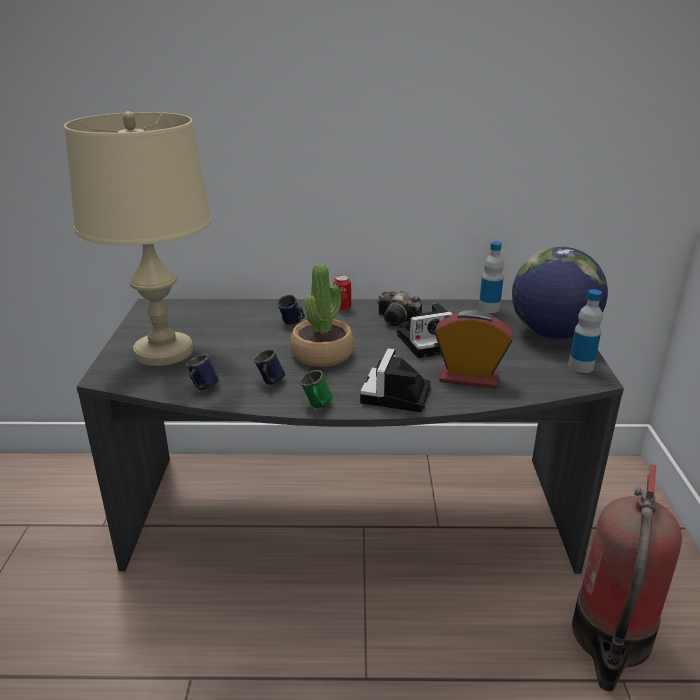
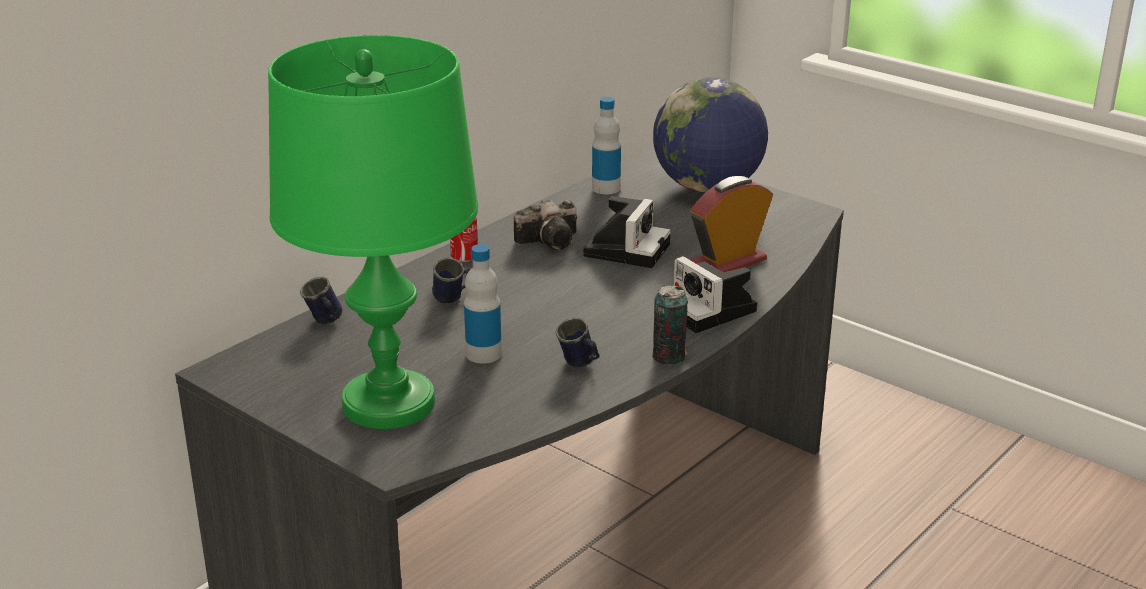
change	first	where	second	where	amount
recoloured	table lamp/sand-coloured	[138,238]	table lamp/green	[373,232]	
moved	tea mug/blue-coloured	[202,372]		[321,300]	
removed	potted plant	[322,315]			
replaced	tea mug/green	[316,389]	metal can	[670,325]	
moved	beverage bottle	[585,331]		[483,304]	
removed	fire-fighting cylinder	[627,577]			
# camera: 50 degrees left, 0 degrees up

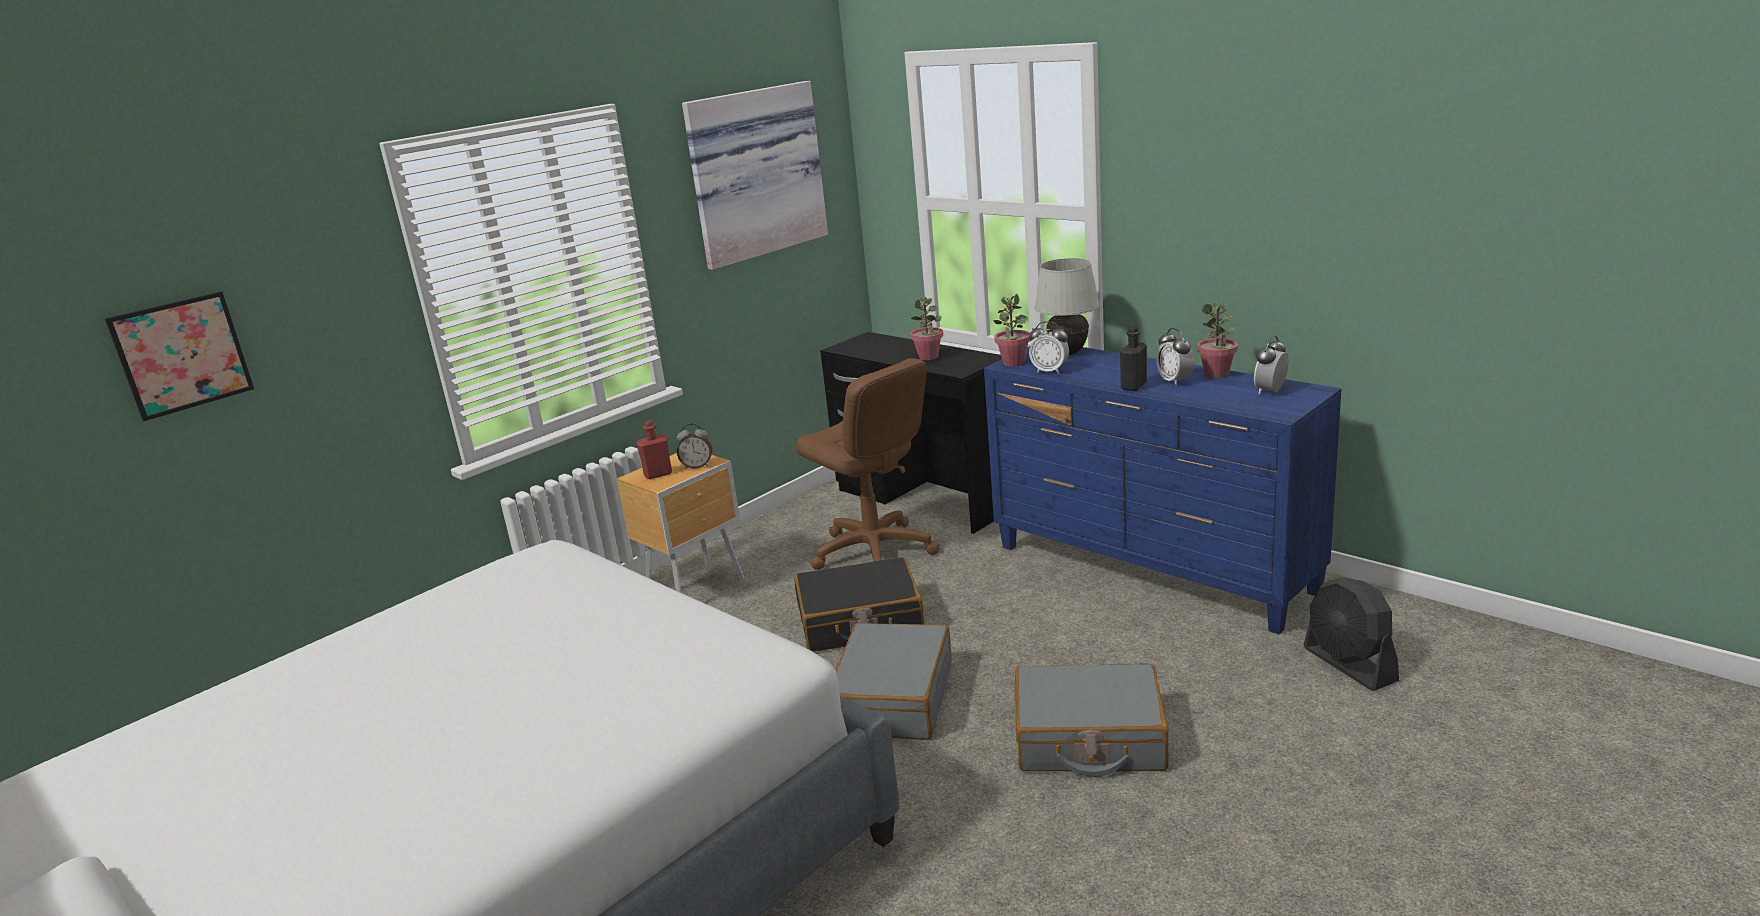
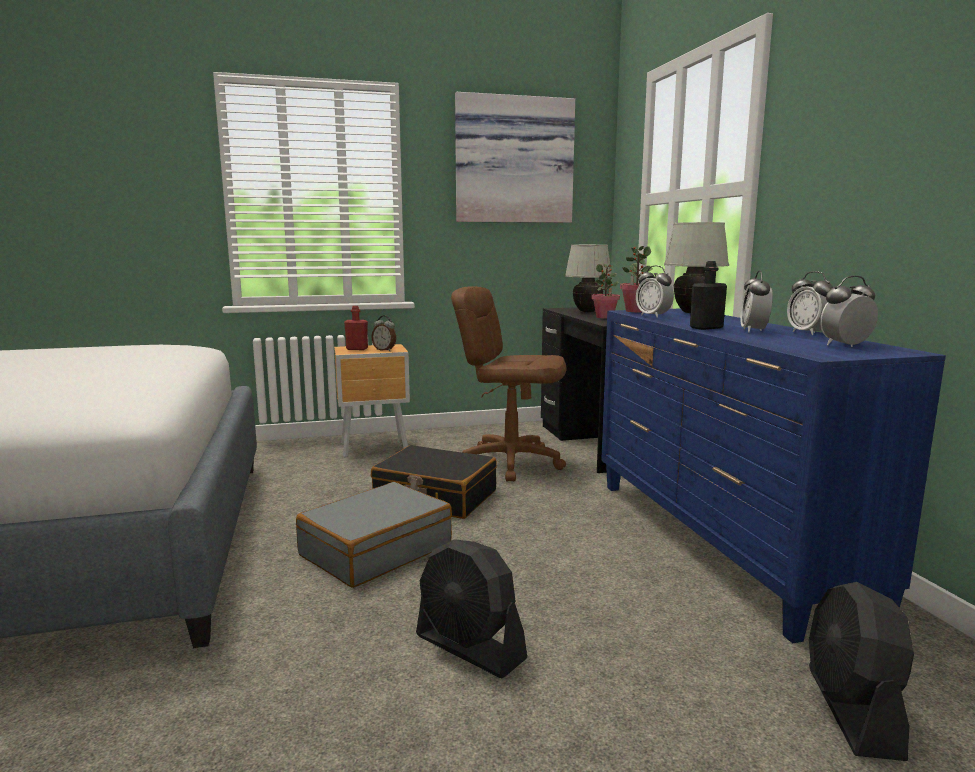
change	first	where	second	where	amount
removed	picture	[179,356]			
turned	computer chair/brown-coloured	[868,464]		[508,384]	120 degrees clockwise
replaced	suitcase/gray	[1091,720]	electric fan/black-coloured	[471,608]	
replaced	potted plant	[1217,340]	bedside clock	[810,303]	
added			table lamp/white-coloured	[588,278]	
# camera: 30 degrees right, 10 degrees down

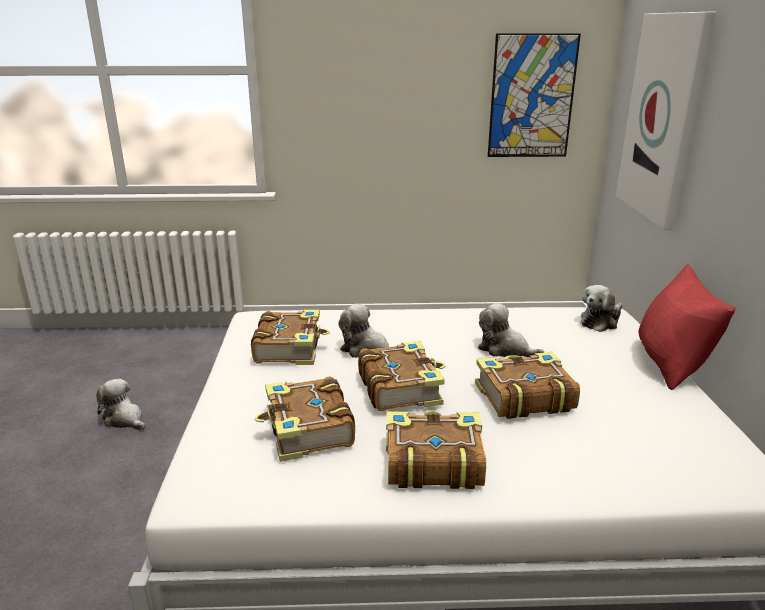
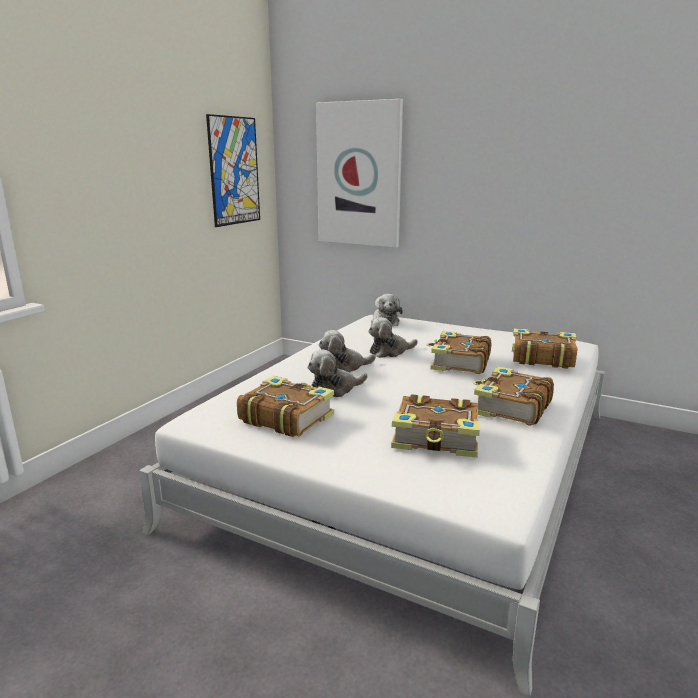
change	first	where	second	where	amount
moved	plush toy	[120,404]		[347,351]	
moved	bound book	[401,376]		[544,348]	
removed	cushion/reddish	[686,327]			
# camera: 60 degrees left, 5 degrees down

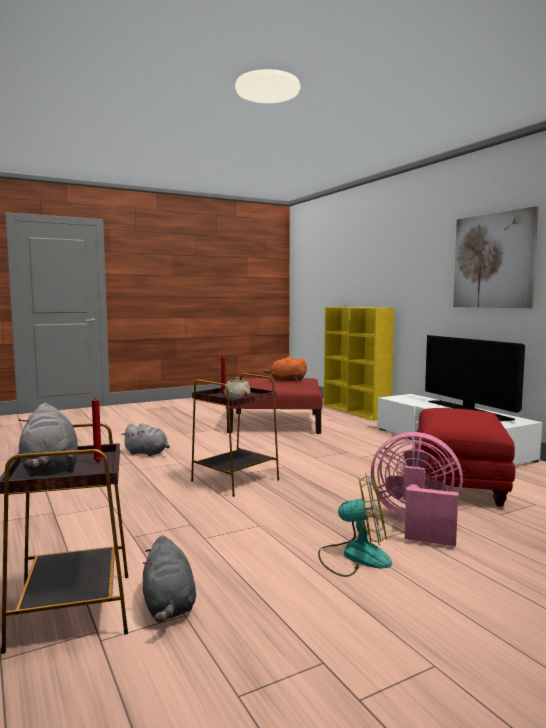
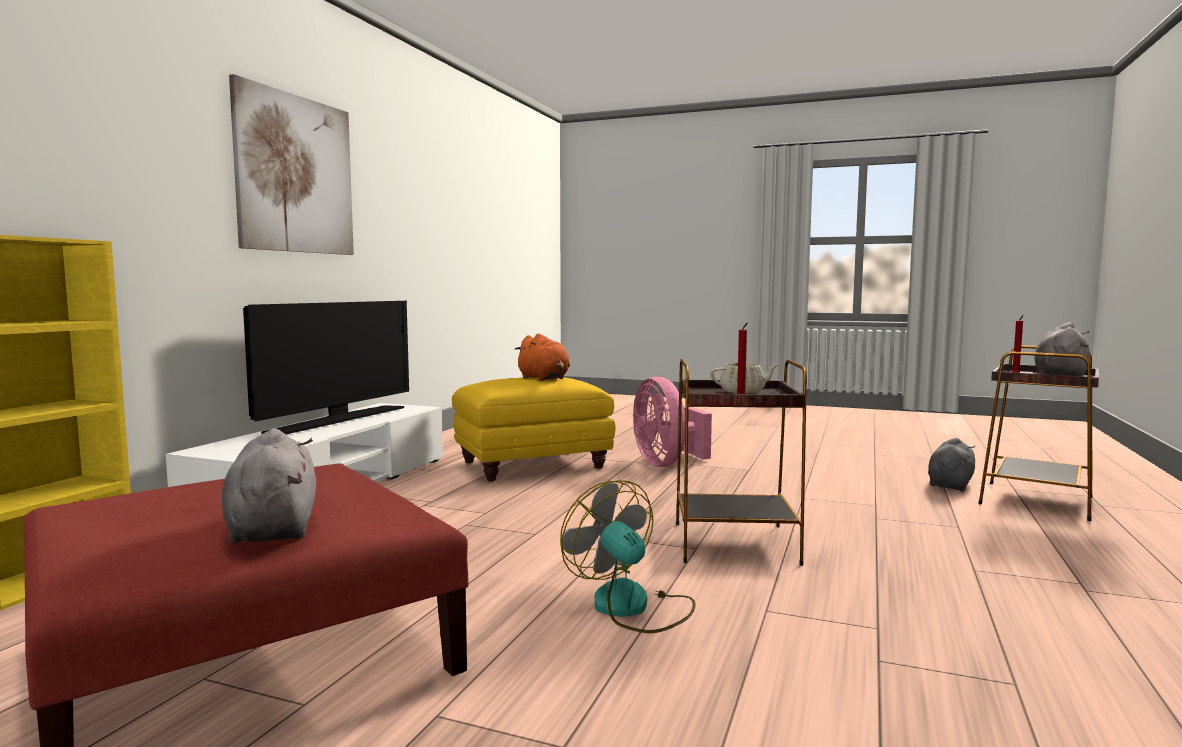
change	first	where	second	where	amount
moved	plush toy/gray	[146,439]		[269,486]	
moved	plush toy/orange-coloured	[285,369]		[542,357]	
moved	electric fan	[355,524]		[628,556]	
recoloured	ottoman/reddish	[465,457]	ottoman/yellow-coloured	[533,429]	
# camera: 130 degrees left, 0 degrees up

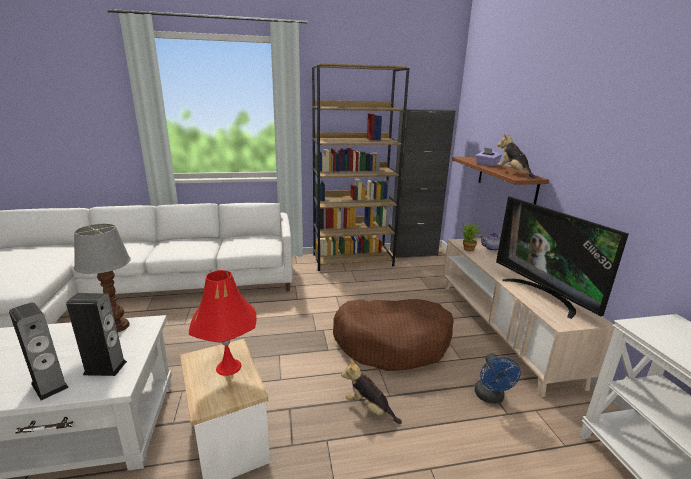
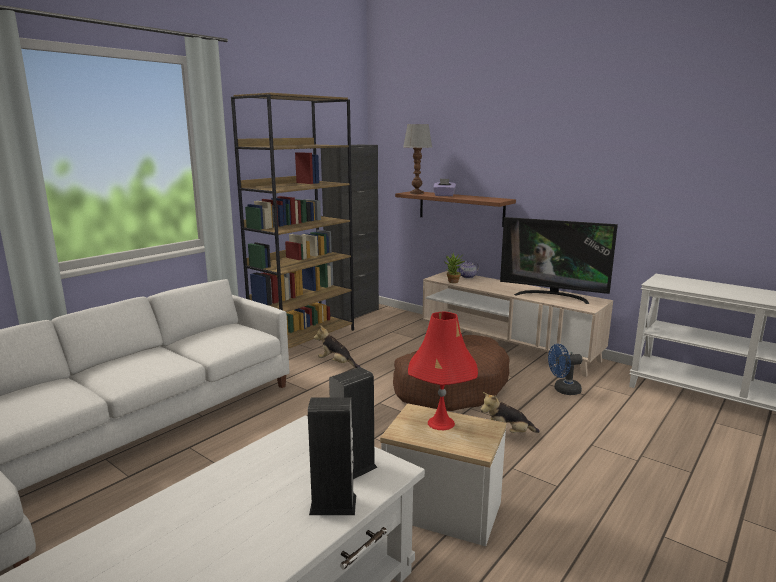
change	first	where	second	where	amount
moved	table lamp	[102,278]		[417,159]	
turned	electric fan/blue-coloured	[497,378]		[565,369]	120 degrees clockwise
moved	plush toy	[516,156]		[337,346]	
# camera: 40 degrees left, 5 degrees down

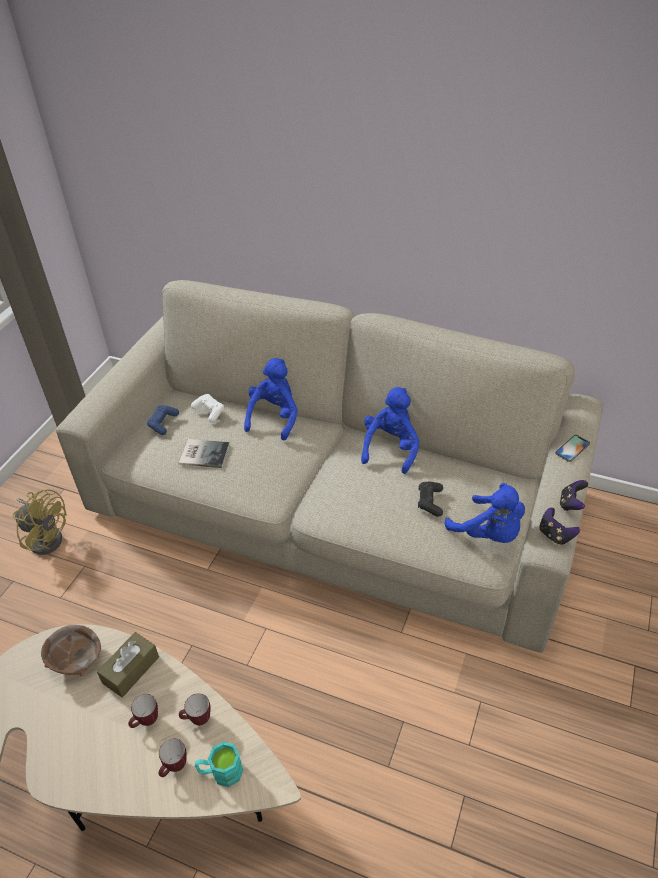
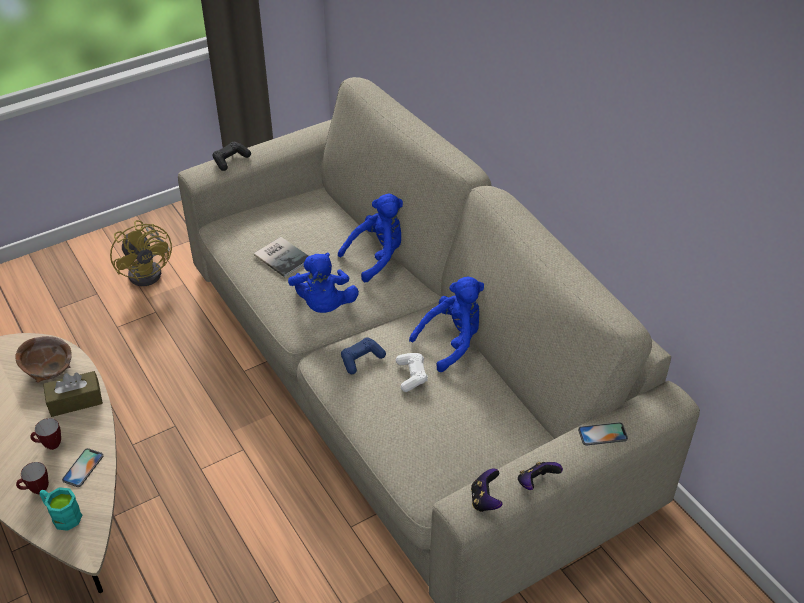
change	first	where	second	where	amount
moved	joypad/blue-coloured	[163,420]		[363,355]	
replaced	tea mug	[195,709]	telephone	[82,467]	
moved	joypad/white-coloured	[207,408]		[412,372]	
moved	joypad/black-coloured	[430,499]		[232,156]	
moved	plush toy/blue-coloured	[485,513]		[323,283]	
# camera: 35 degrees right, 0 degrees up

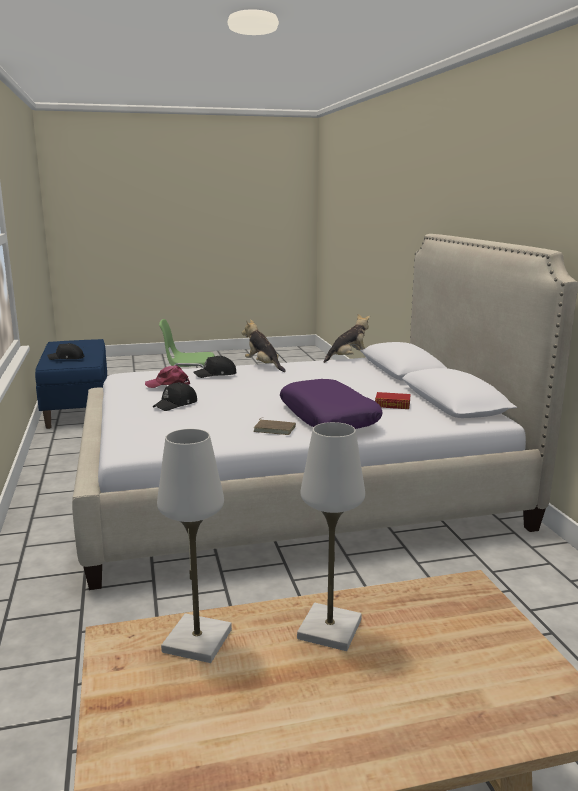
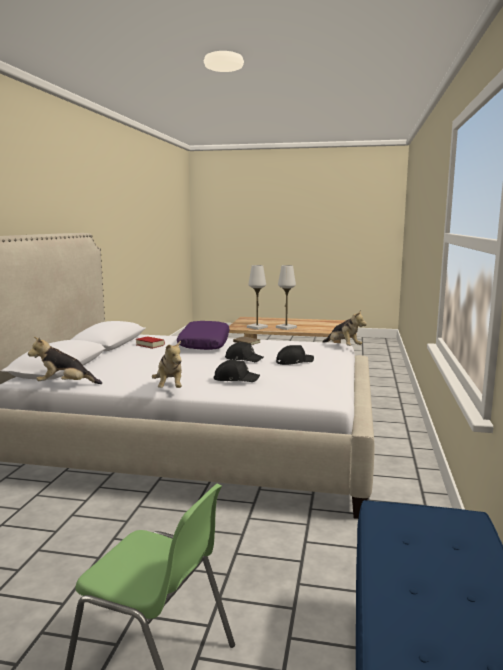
change	first	where	second	where	amount
moved	baseball cap/black-coloured	[65,351]		[244,352]	
removed	baseball cap/pinkish	[167,376]			
moved	table lamp/white-coloured	[194,546]		[257,297]	
added			plush toy	[345,328]	
# camera: 155 degrees left, 5 degrees down

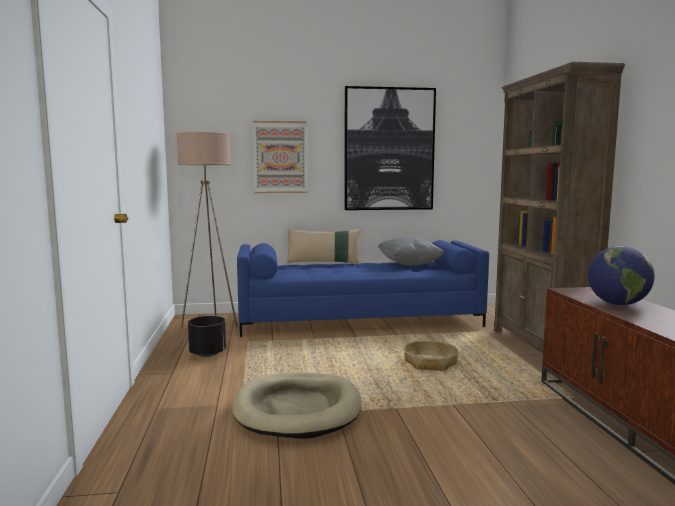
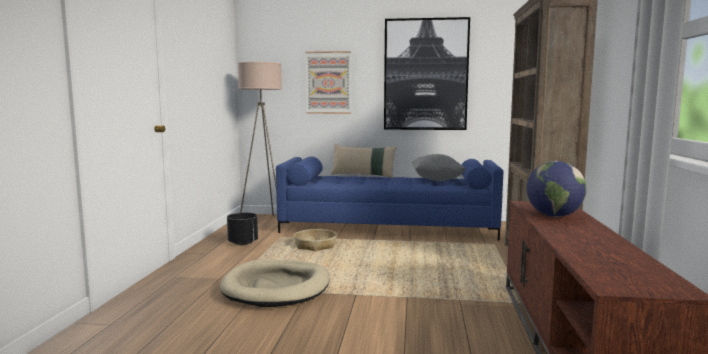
change	first	where	second	where	amount
moved	basket	[431,355]		[315,240]	
# camera: 15 degrees right, 0 degrees up

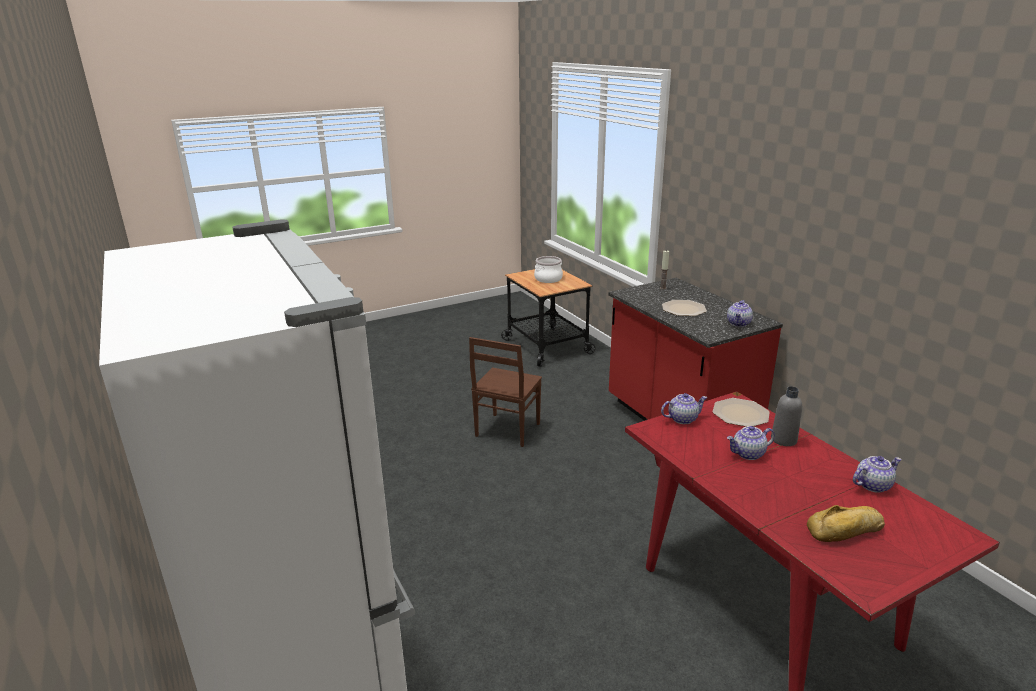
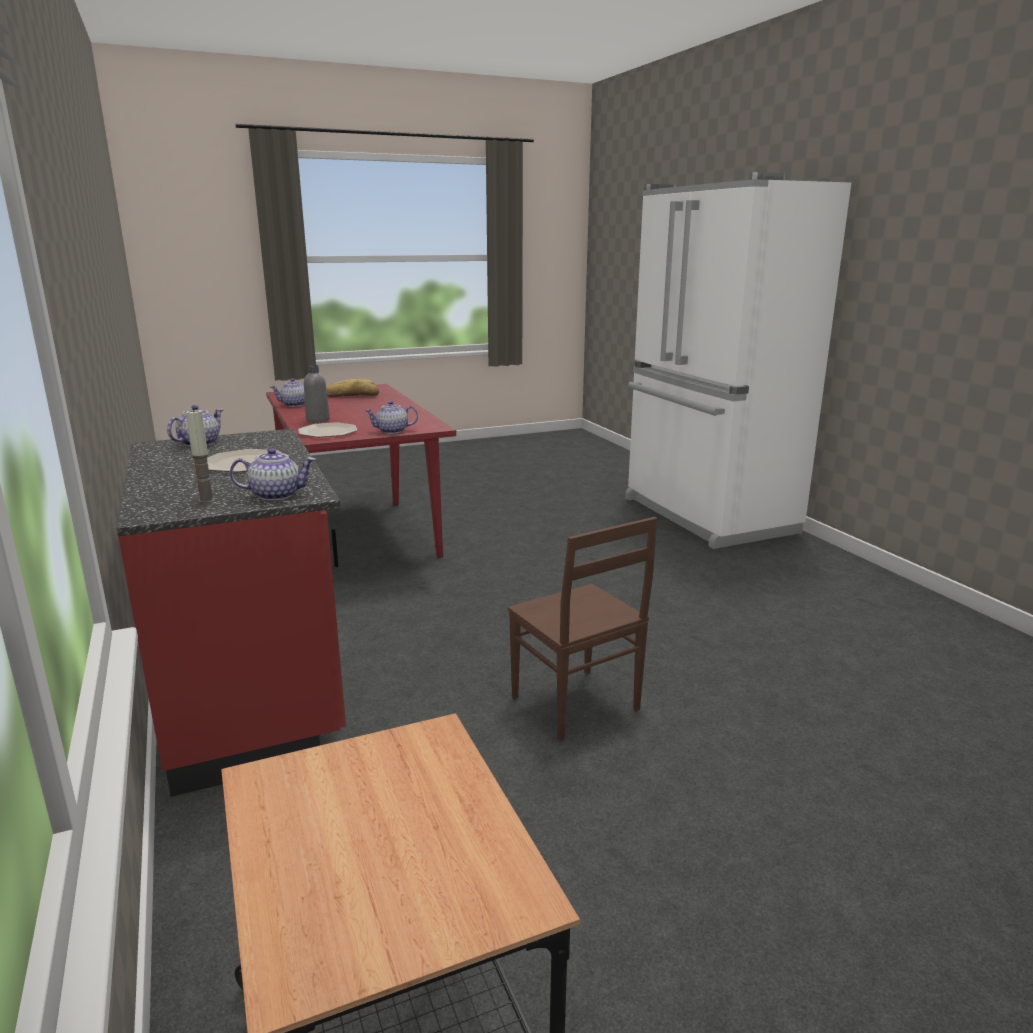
change	first	where	second	where	amount
turned	upright chair/brown-coloured	[505,392]		[582,629]	120 degrees clockwise
removed	saucepot	[548,269]			
moved	pot for tea	[751,443]		[273,474]	
# camera: 175 degrees left, 5 degrees down

